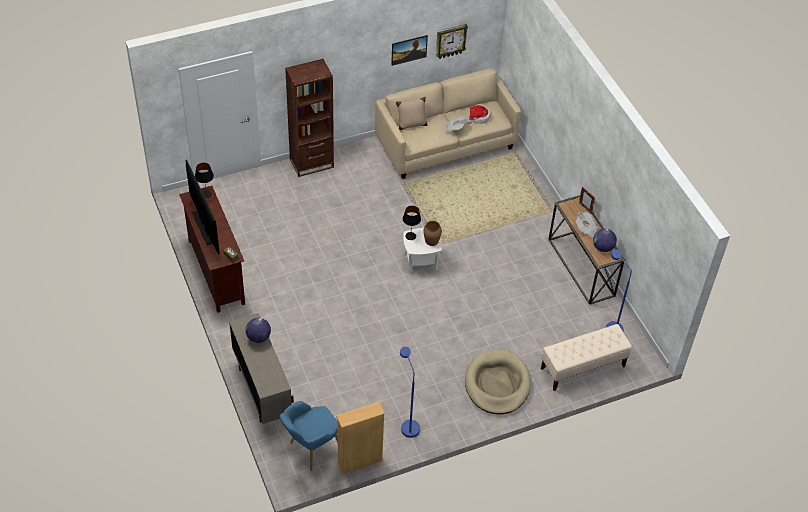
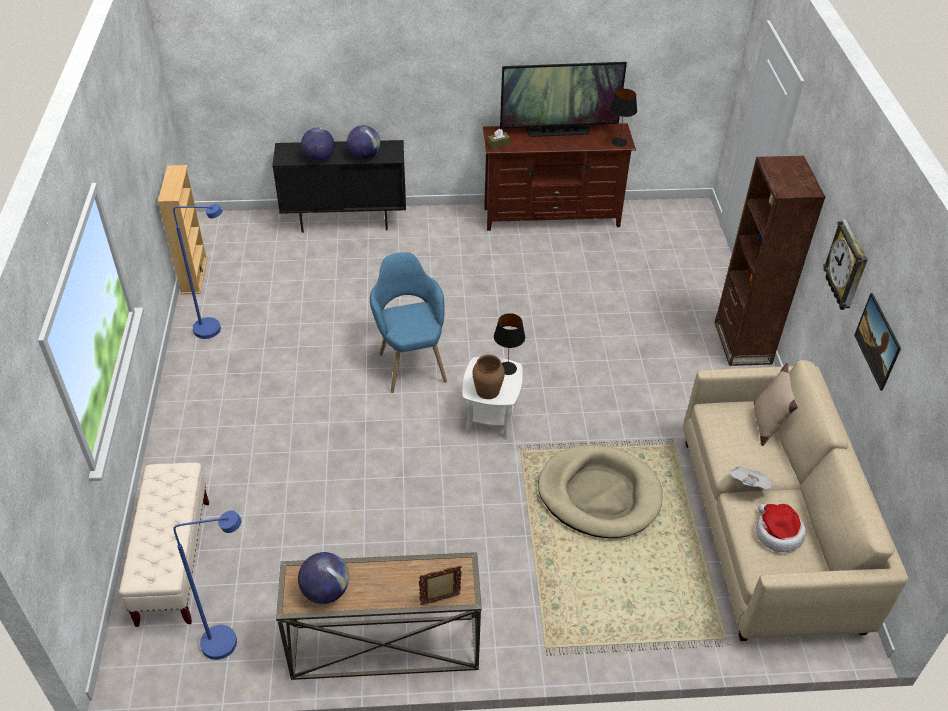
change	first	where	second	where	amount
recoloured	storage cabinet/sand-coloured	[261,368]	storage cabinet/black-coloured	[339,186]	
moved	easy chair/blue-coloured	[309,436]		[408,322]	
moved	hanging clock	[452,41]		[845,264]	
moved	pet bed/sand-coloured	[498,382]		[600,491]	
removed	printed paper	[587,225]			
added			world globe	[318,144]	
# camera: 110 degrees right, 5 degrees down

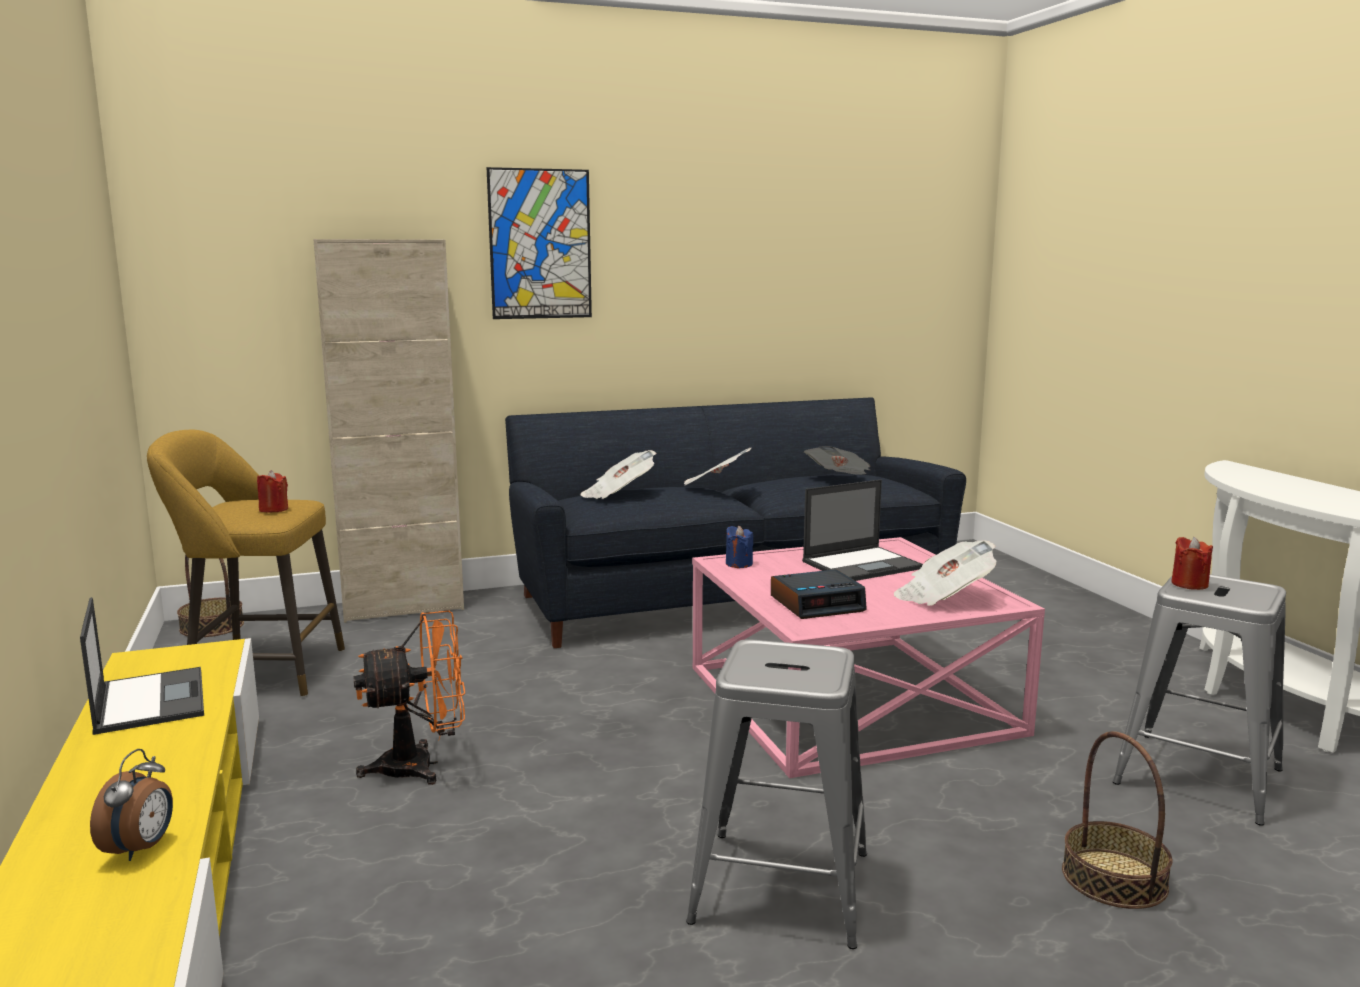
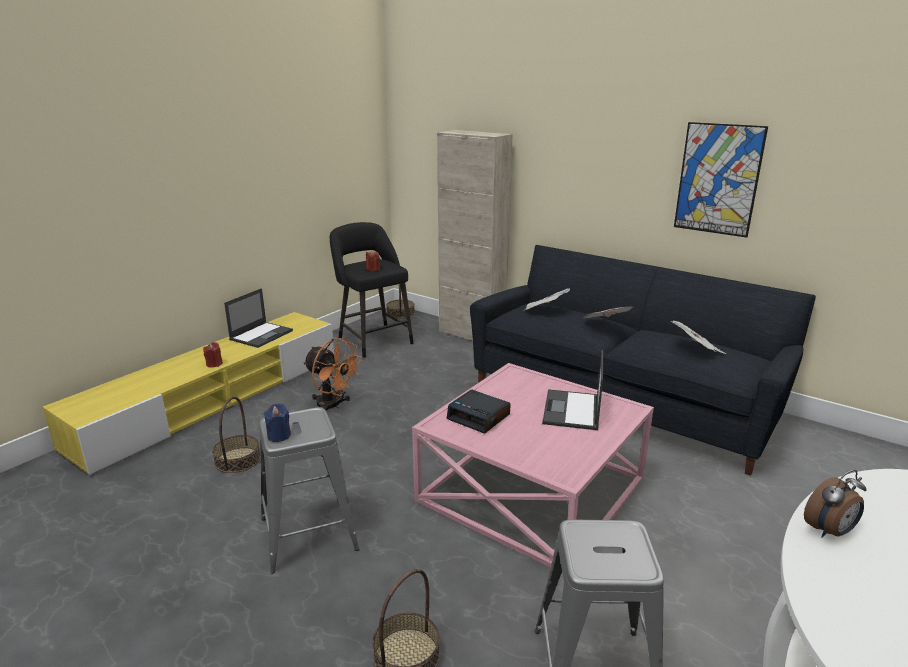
change	first	where	second	where	amount
moved	bedside clock	[131,805]		[835,504]	
recoloured	sitting stool/yellow-coloured	[246,563]	sitting stool/black-coloured	[372,290]	
moved	picture	[539,243]		[721,179]	
moved	wax light/blue-coloured	[739,547]		[277,422]	
turned	laptop	[862,530]		[572,390]	75 degrees clockwise
removed	printed paper	[945,573]			
moved	wax light/reddish	[1192,563]		[213,355]	
added			basket	[236,434]	
# camera: 55 degrees right, 10 degrees up

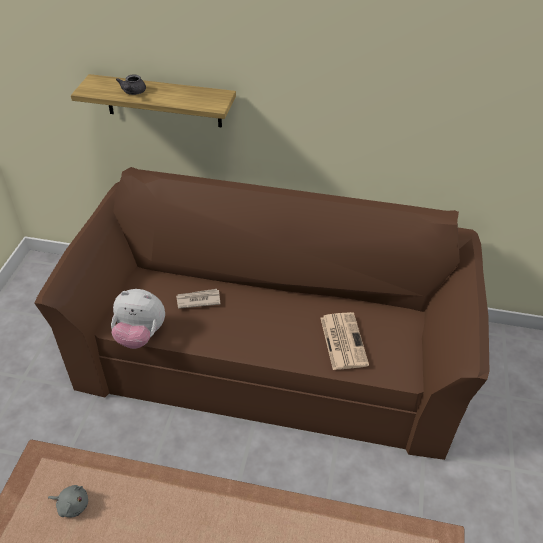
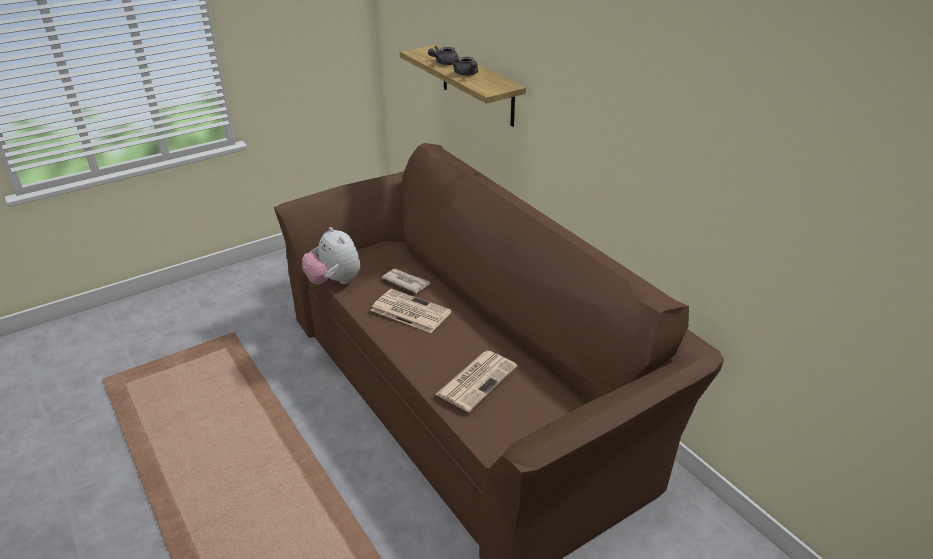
change	first	where	second	where	amount
removed	plush toy/gray	[68,501]			
added			printed paper	[411,311]	
added			pot for tea/gray	[464,66]	
# camera: 45 degrees right, 10 degrees down

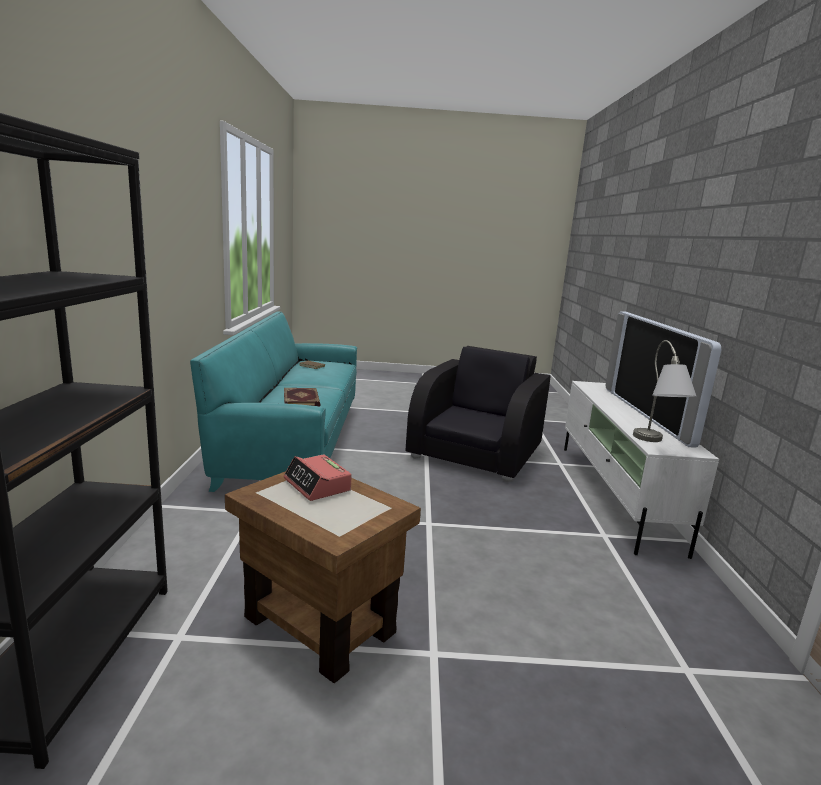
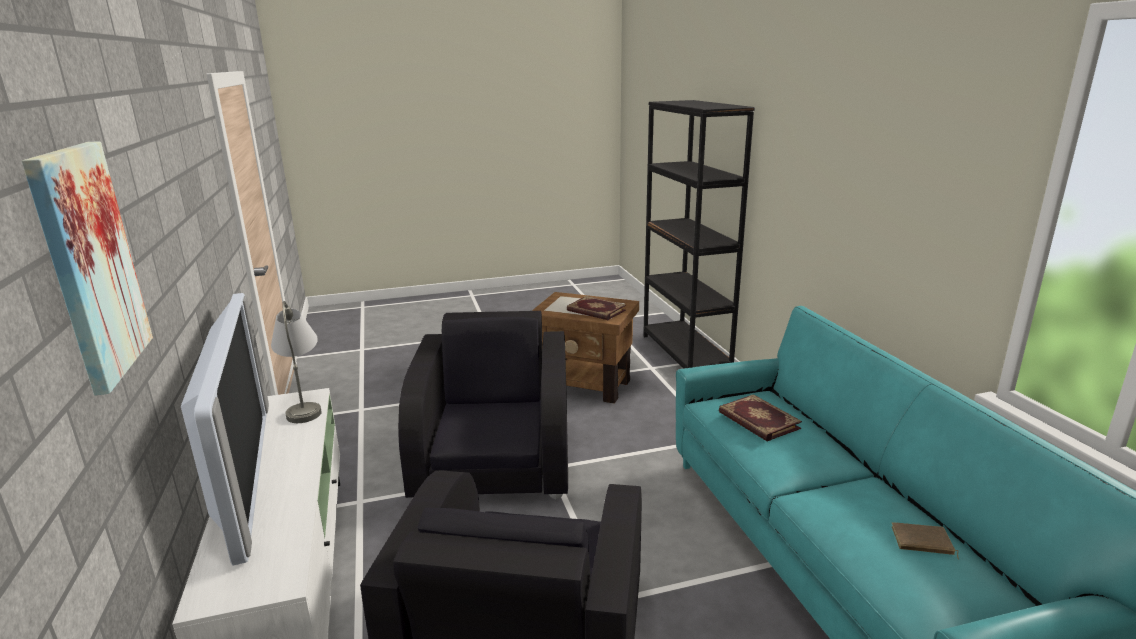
change	first	where	second	where	amount
replaced	bedside clock	[318,477]	bound book	[596,308]	
added			picture	[87,268]	
added			easy chair/black-coloured	[483,405]	
# camera: 165 degrees right, 5 degrees up

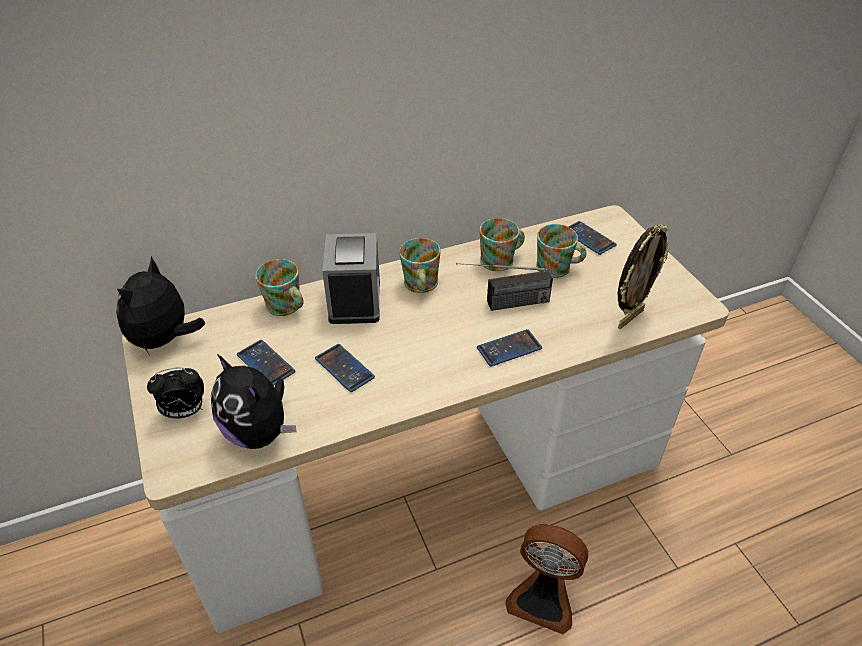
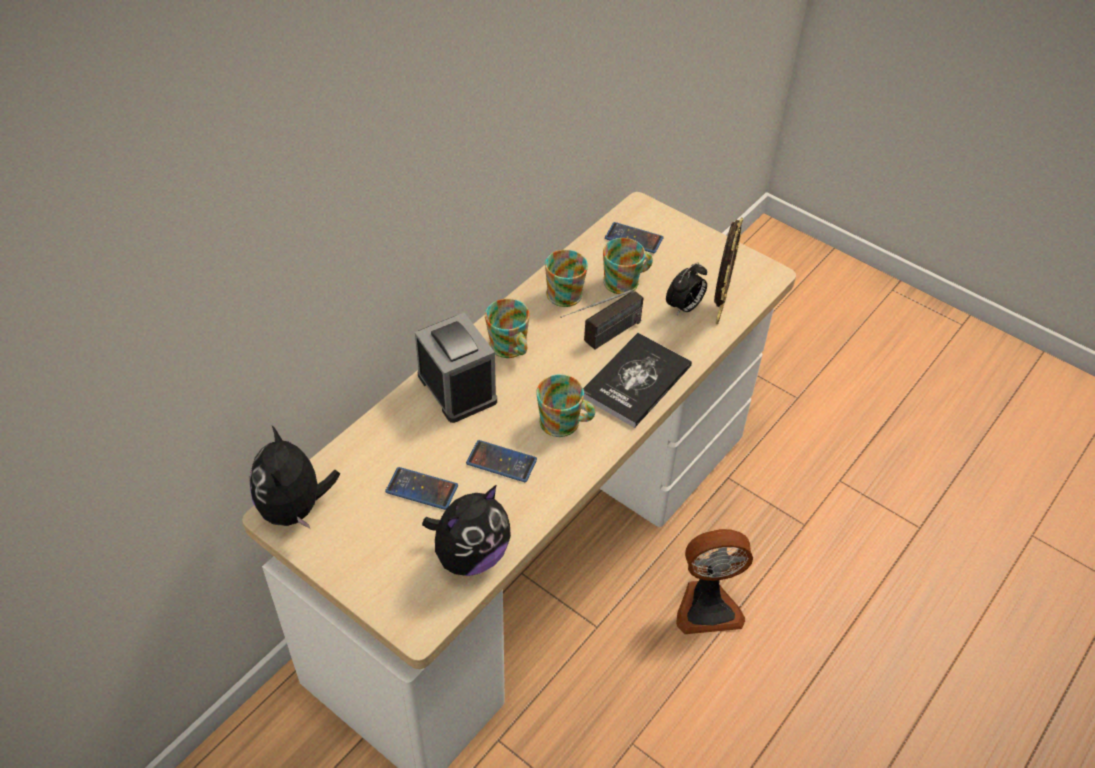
change	first	where	second	where	amount
moved	bedside clock	[175,392]		[686,288]	
turned	plush toy	[253,401]		[466,530]	60 degrees counterclockwise
moved	tea mug	[279,287]		[565,405]	
replaced	telephone	[509,348]	bound book	[637,380]	
# camera: 30 degrees left, 5 degrees up

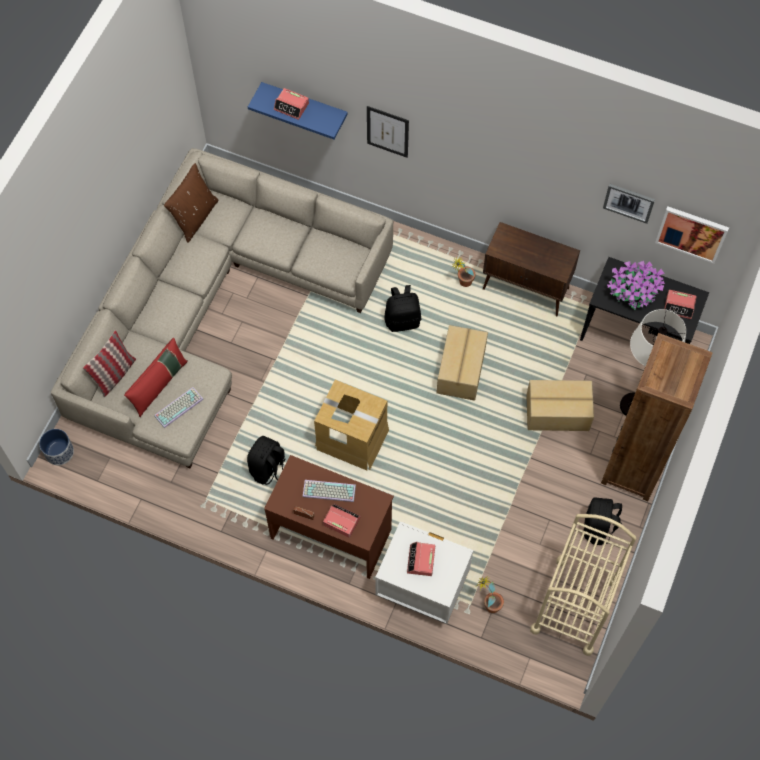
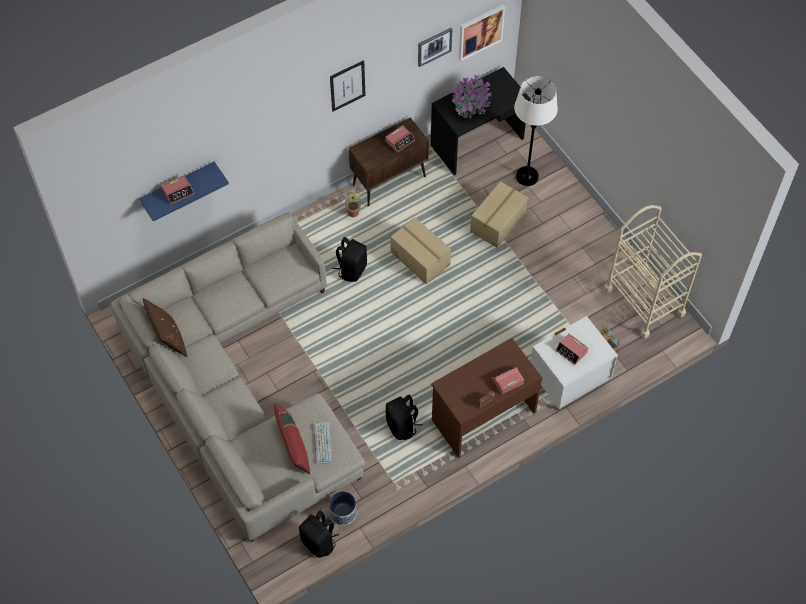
change	first	where	second	where	amount
moved	planter	[56,447]		[343,508]	
removed	cushion	[109,363]			
removed	computer keyboard	[329,491]			
removed	carton	[351,425]			
moved	picture	[388,132]		[347,86]	
moved	knapsack/black-coloured	[603,521]		[319,534]	
removed	bookcase/brown-coloured	[656,417]			
moved	bedside clock	[680,304]		[400,139]	
# camera: 55 degrees left, 5 degrees down

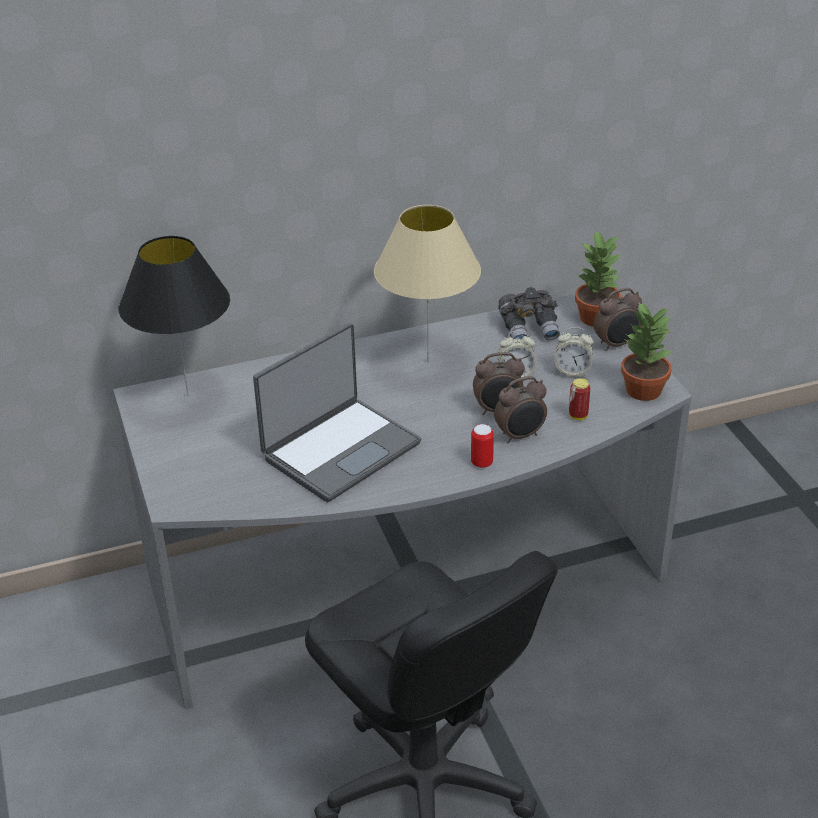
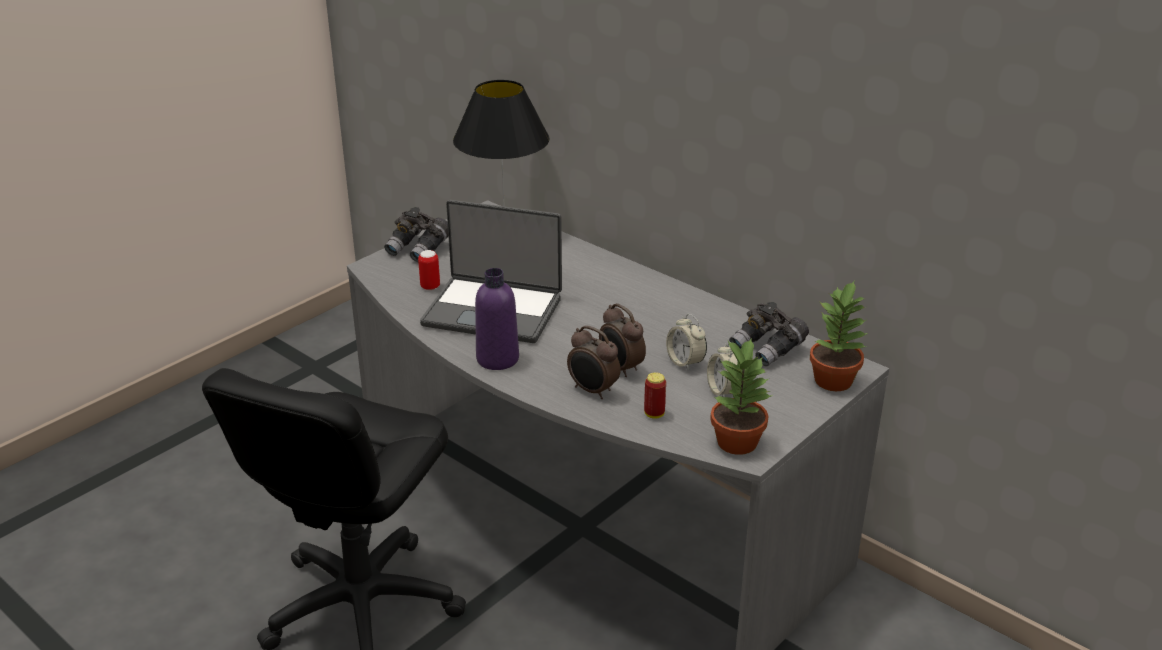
change	first	where	second	where	amount
removed	table lamp/sand-coloured	[427,284]			
moved	metal can	[482,446]		[429,270]	
removed	bedside clock	[618,319]			
added			field glasses/gray	[416,235]	
added			beverage bottle/purple	[497,319]	
# camera: 60 degrees right, 5 degrees down

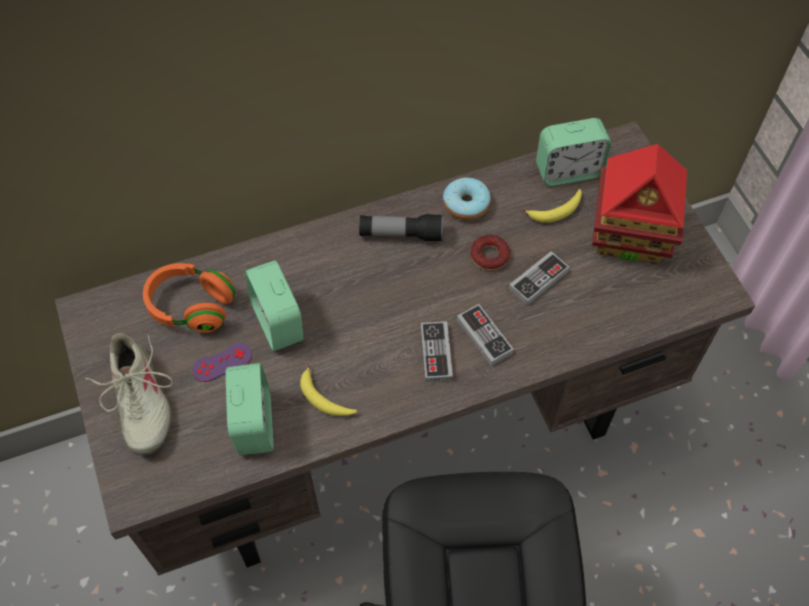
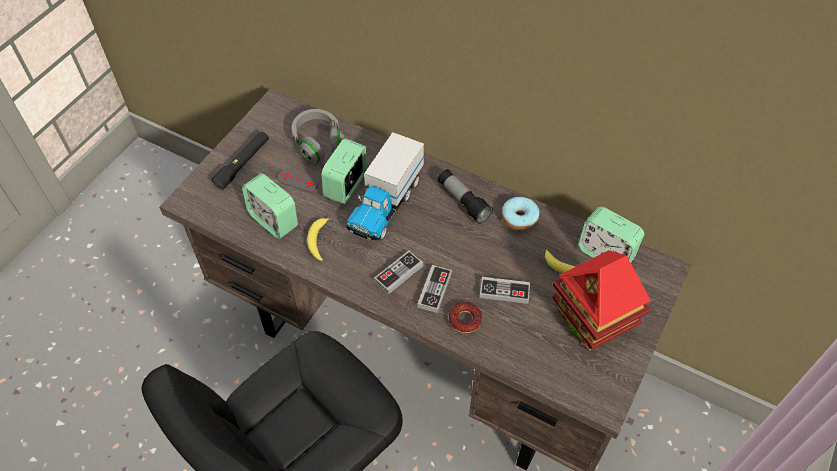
change	first	where	second	where	amount
replaced	low shoe/sand-coloured	[129,394]	hand torch/black-coloured	[240,160]	
recoloured	pair of headphones/orange-coloured	[189,298]	pair of headphones/gray	[318,136]	
recoloured	joypad/purple	[222,362]	joypad/gray	[298,180]	
turned	bedside clock	[249,409]		[270,206]	90 degrees clockwise
moved	ring doughnut	[490,252]		[465,317]	
added			model truck	[385,186]	
# camera: 50 degrees right, 5 degrees down

